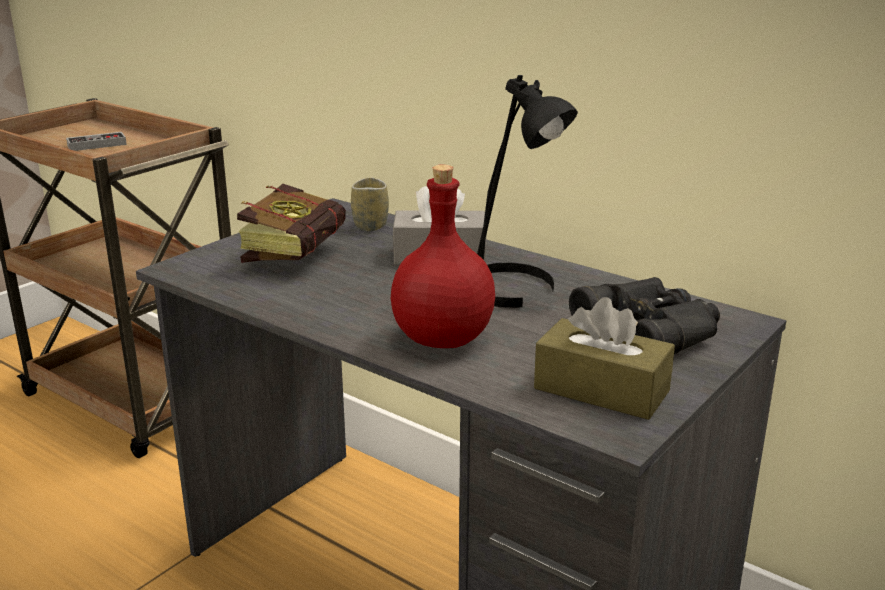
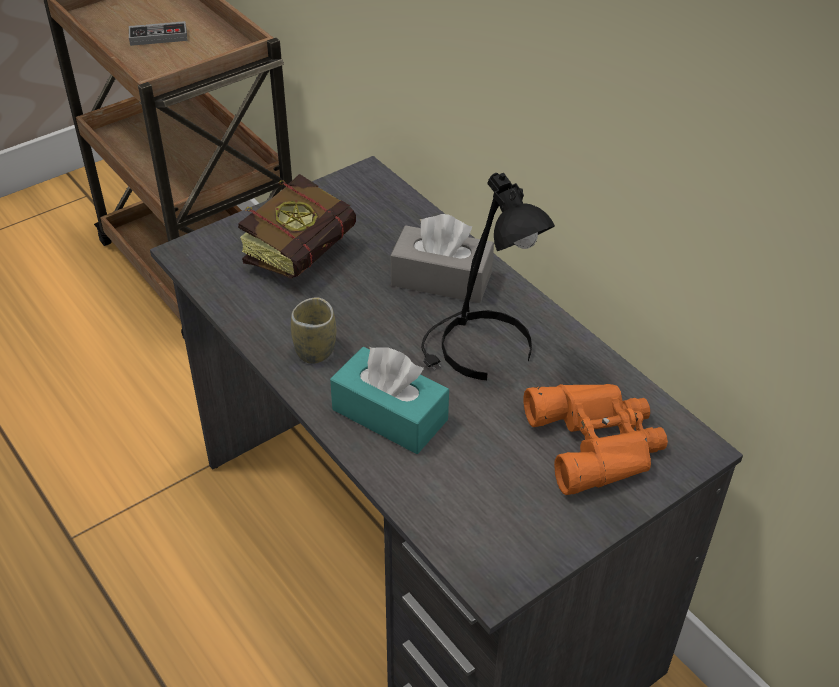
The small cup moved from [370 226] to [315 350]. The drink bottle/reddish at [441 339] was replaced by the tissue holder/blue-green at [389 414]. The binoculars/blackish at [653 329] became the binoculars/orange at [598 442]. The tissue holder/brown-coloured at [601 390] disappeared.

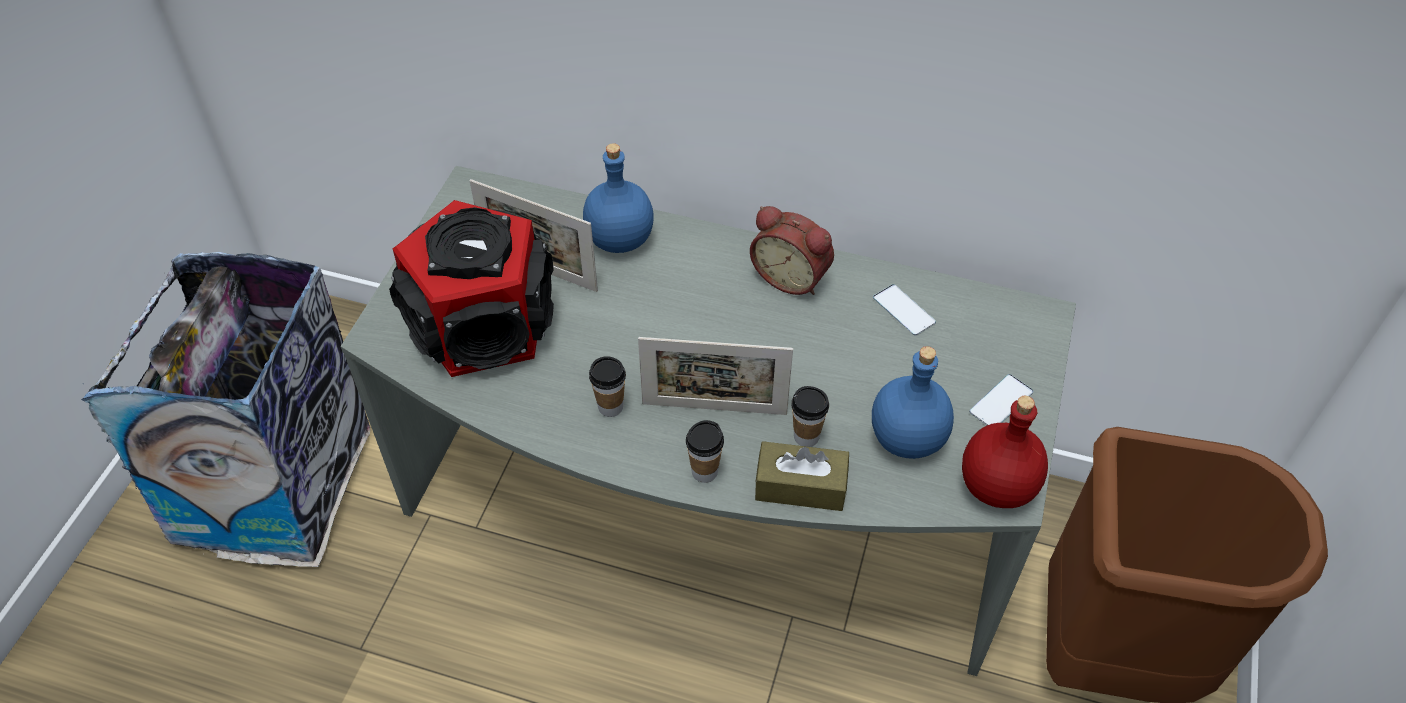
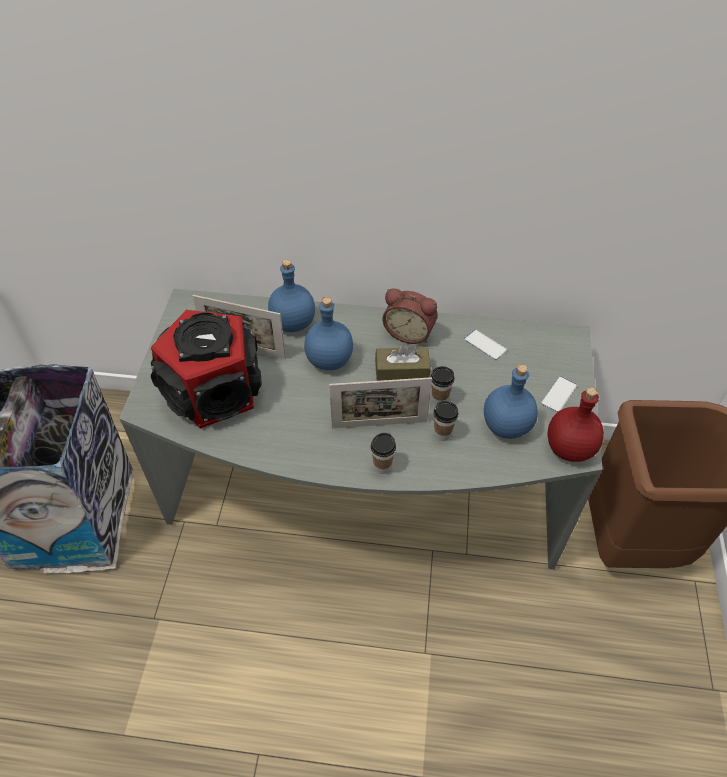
The drink bottle/bluish at [330 360] appeared. The tissue holder/brown-coloured moved from [800 486] to [402 373]. The small cup moved from [610 407] to [439 399].

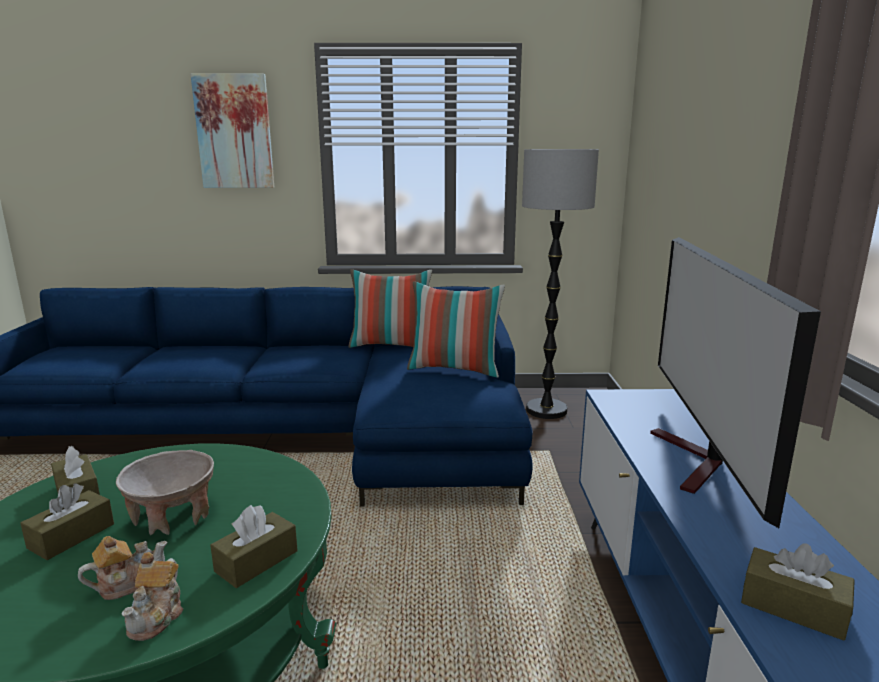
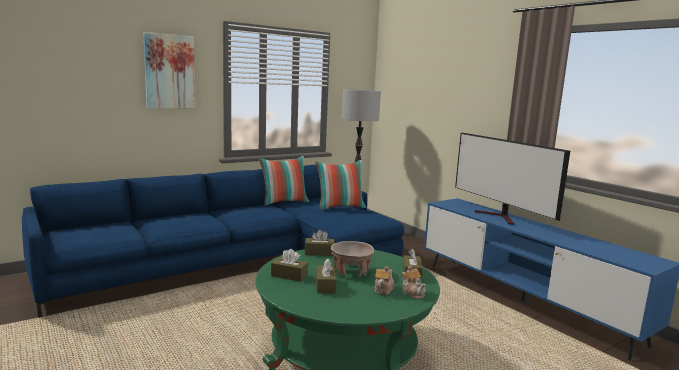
The tissue holder/brown-coloured moved from [793 607] to [319 252].

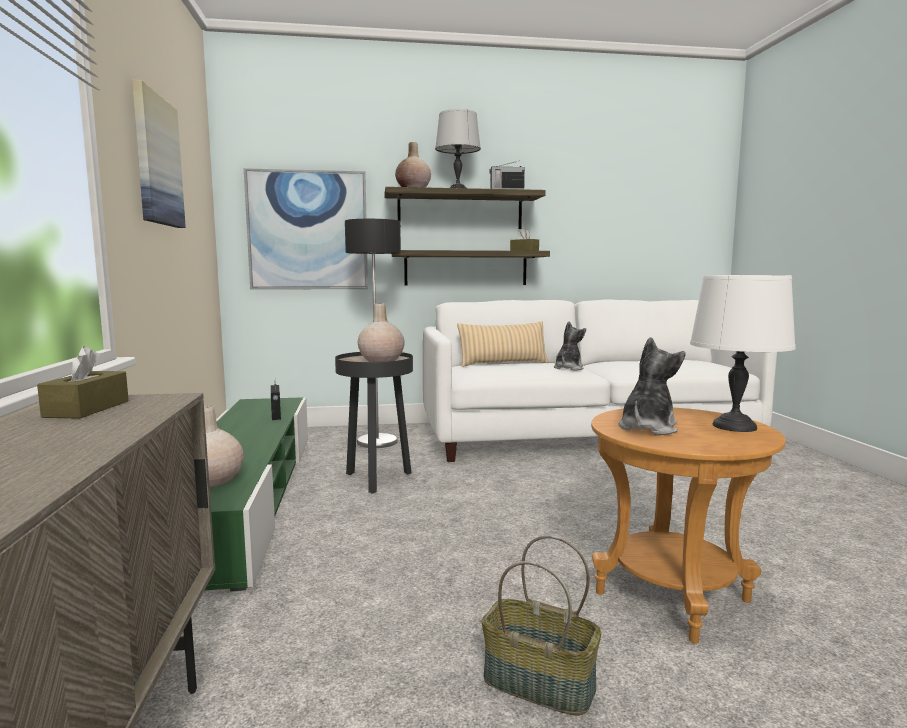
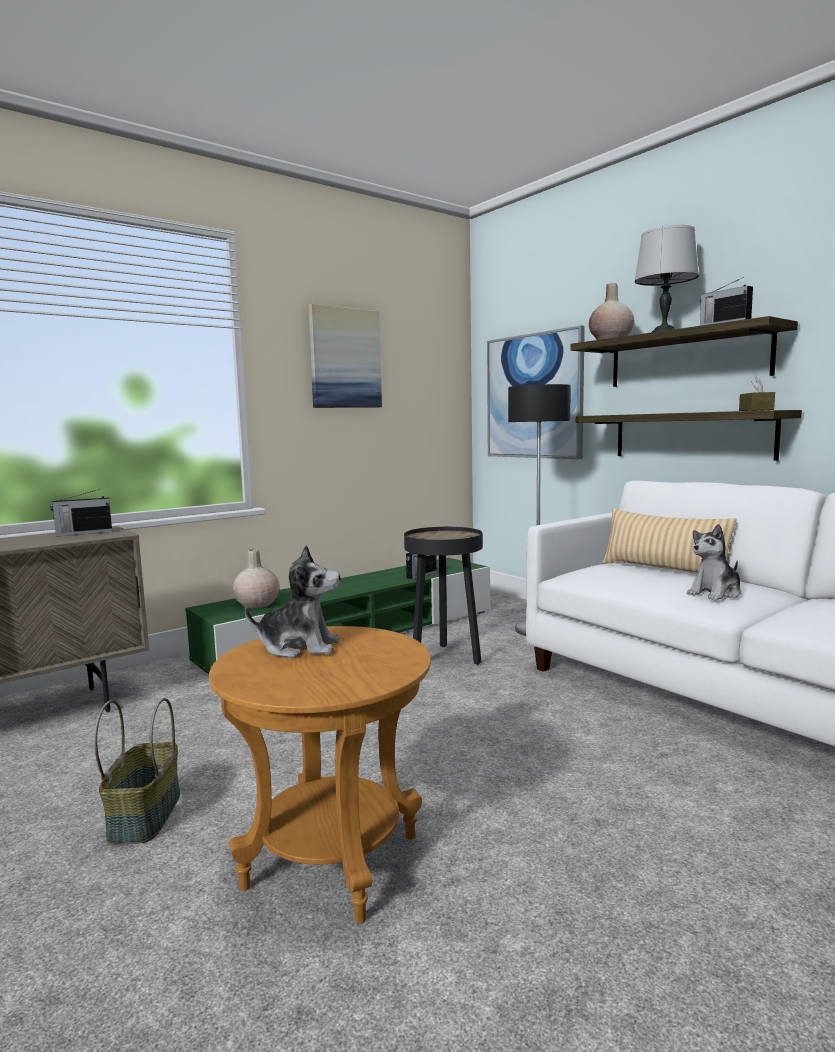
The tissue holder/brown-coloured at [87 409] was replaced by the radio receiver at [83 533]. The soft toy at [568 368] turned 150 degrees clockwise. The decorative vase/sand-coloured at [381 360] disappeared. The table lamp/white at [733 426] disappeared.

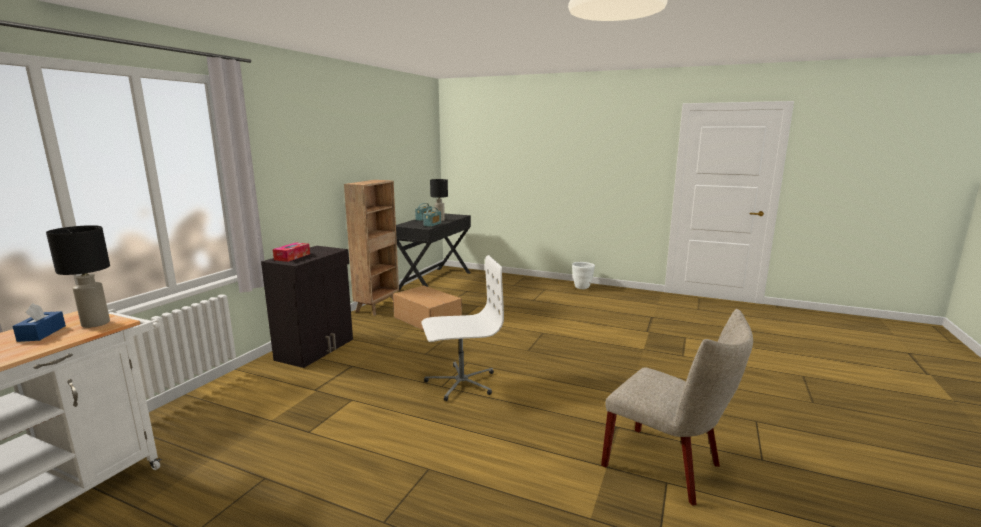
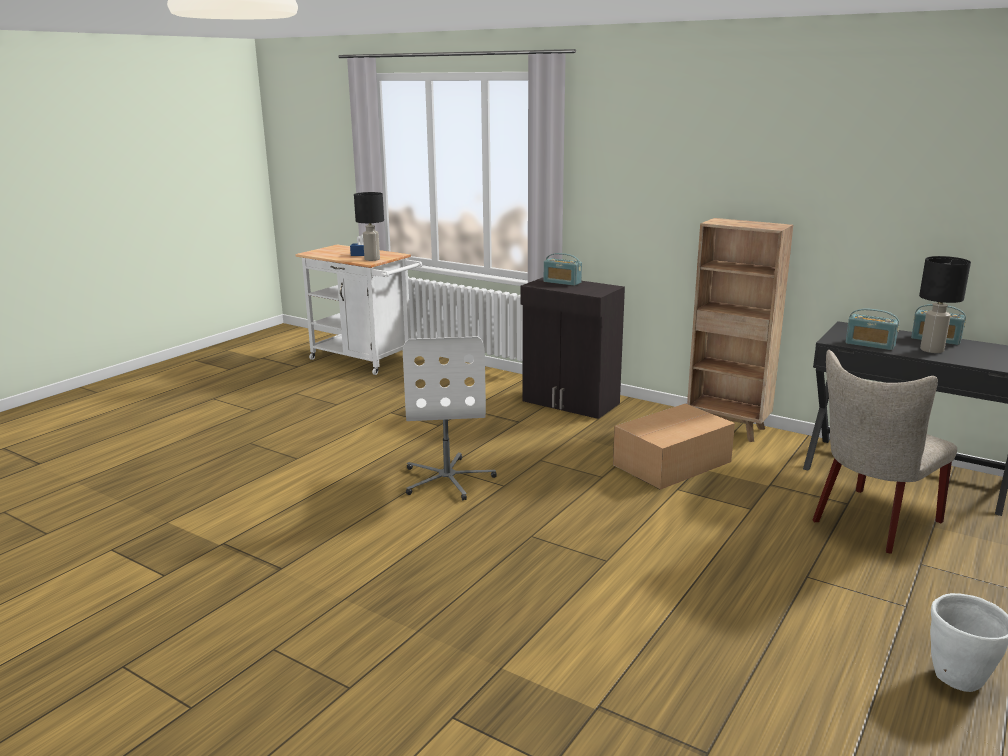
The tissue holder at [292 257] was replaced by the radio receiver at [562 282]. The chair/sand-coloured moved from [669 467] to [871 523].

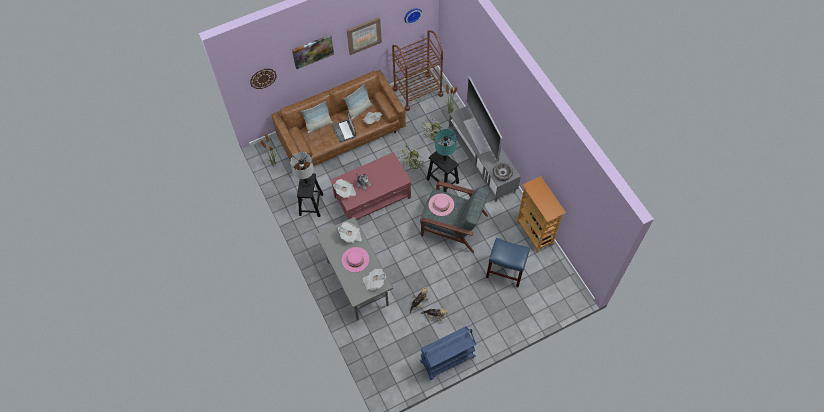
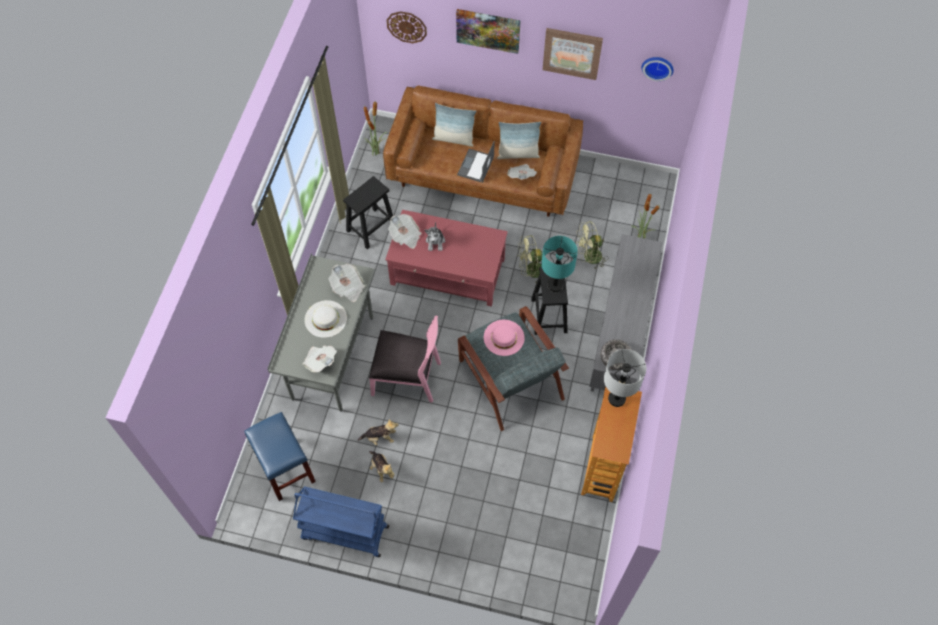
The sitting stool/bluish moved from [505 271] to [285 469]. The wearable hat/pink at [355 259] became the wearable hat/white at [325 319]. The chair/pink at [407 377] appeared. The table lamp/gray moved from [306 183] to [616 398]. The trolley/brown-coloured at [417 92] disappeared. The TV set at [478 135] disappeared.

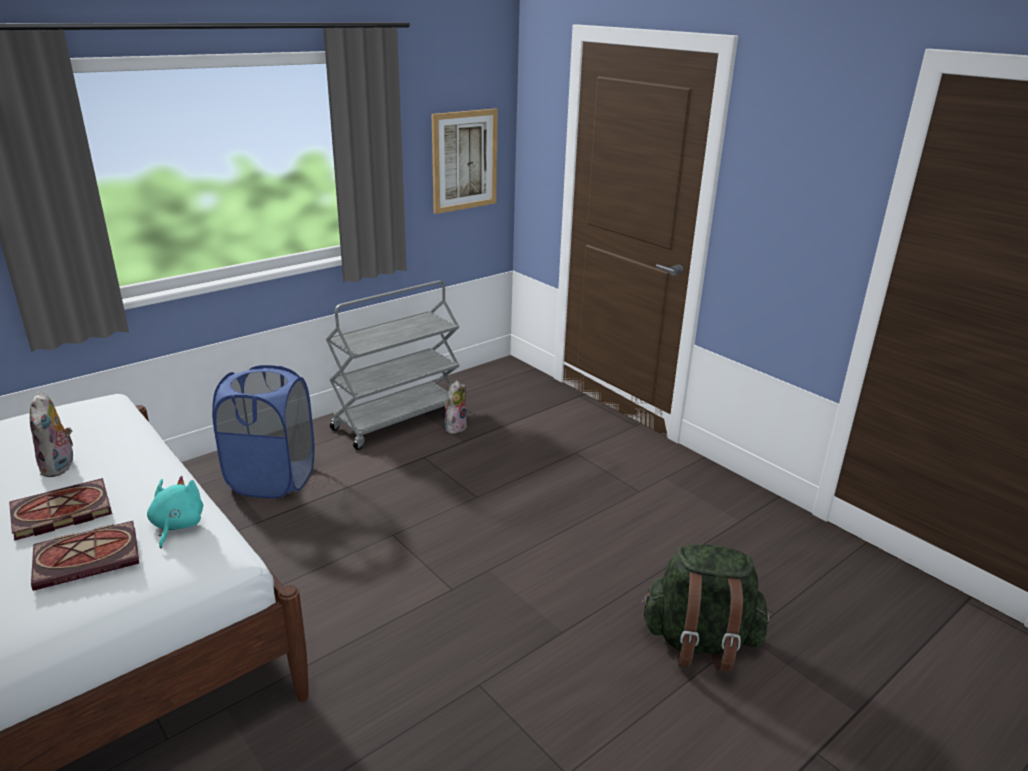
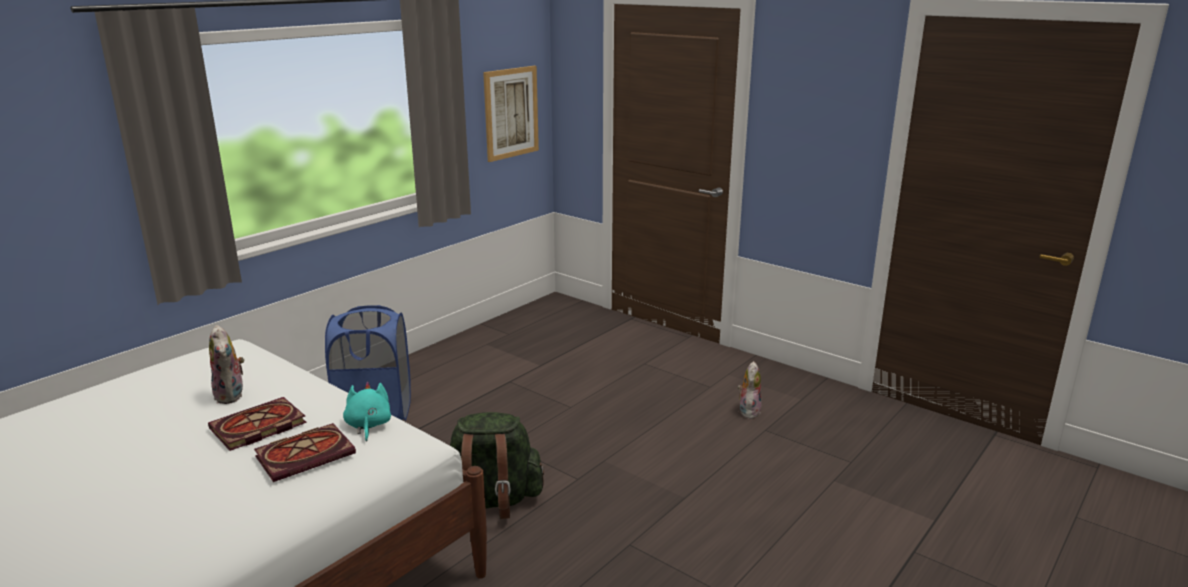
The rucksack/green-coloured moved from [700 642] to [492 501]. The soft toy moved from [455 427] to [748 411]. The trolley/gray at [397 420] disappeared.

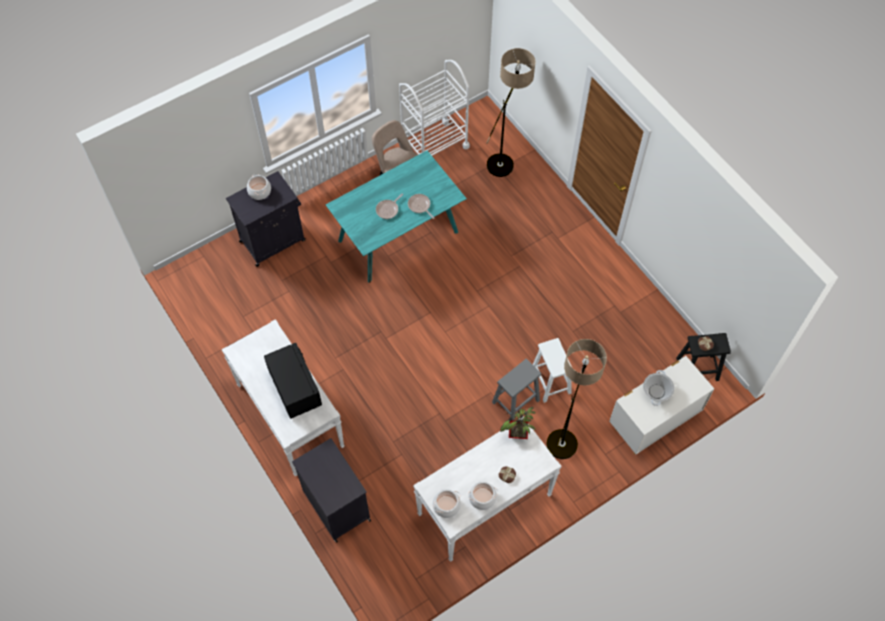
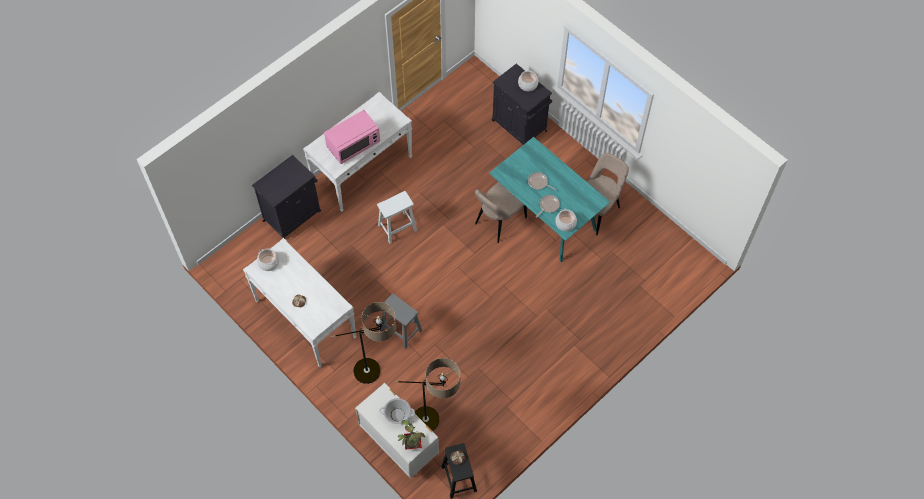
The kitchen microwave/blackish at [294 388] became the kitchen microwave/pink at [353 145]. The sitting stool/white moved from [550 381] to [398 227]. The standing lamp moved from [505 158] to [436 424]. The houseplant moved from [517 434] to [412 443]. The chair/sand-coloured at [498 222] appeared. The saucepot moved from [482 498] to [565 223]. The trolley/white at [434 145] disappeared.

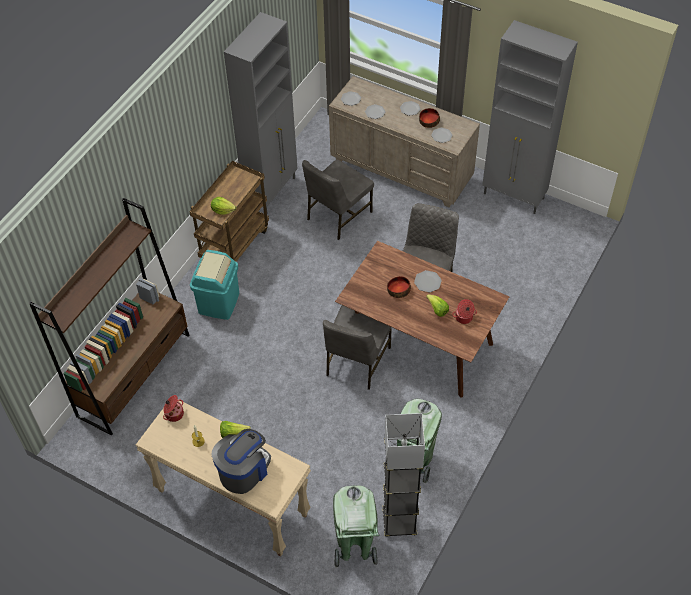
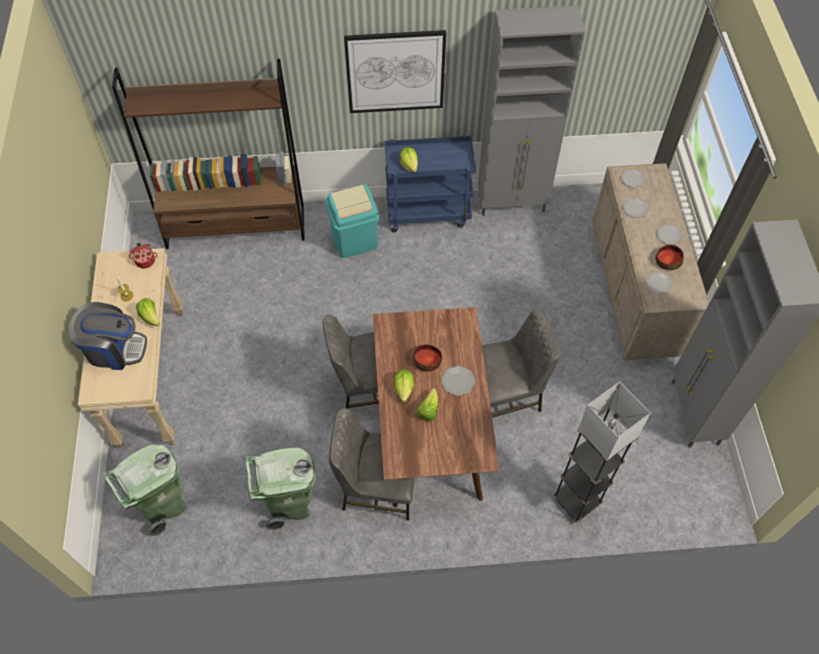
The chair/gray moved from [338 215] to [377 486]. The wall art at [395 72] appeared. The trolley/brown-coloured at [234 244] became the trolley/bluish at [428 212]. The lettuce head at [404 388] appeared. The standing lamp/gray moved from [399 522] to [576 500]. The saucepot at [464 318] disappeared.

